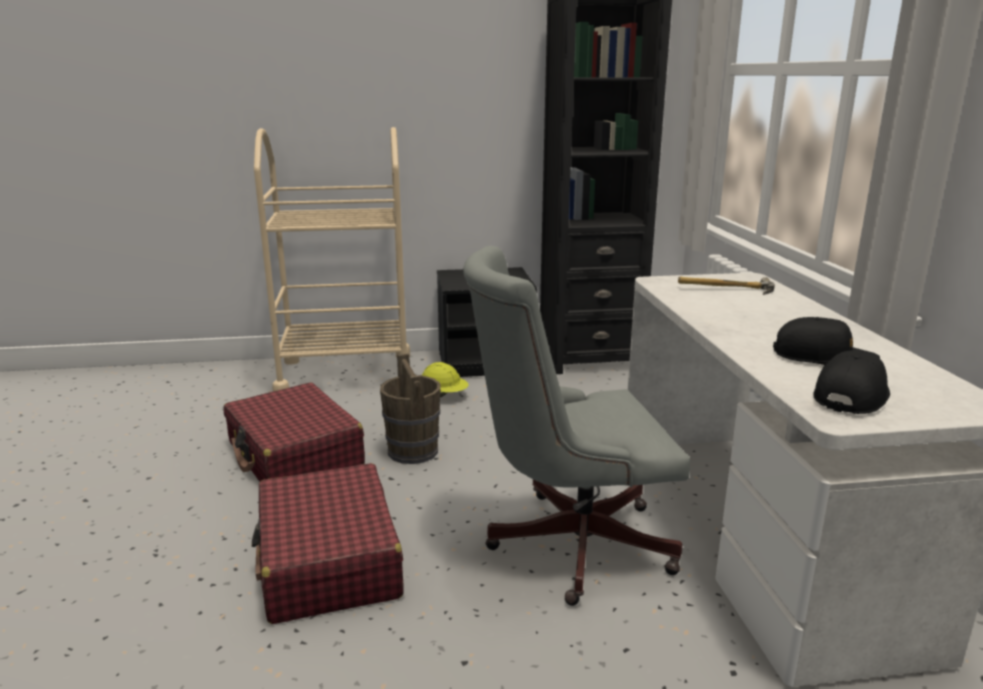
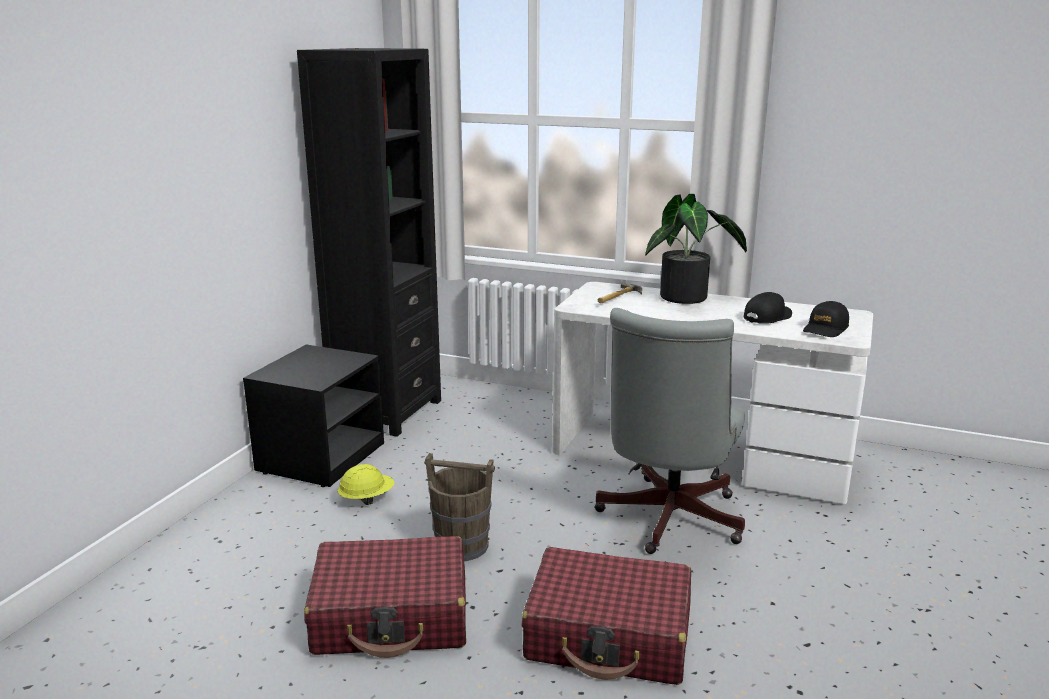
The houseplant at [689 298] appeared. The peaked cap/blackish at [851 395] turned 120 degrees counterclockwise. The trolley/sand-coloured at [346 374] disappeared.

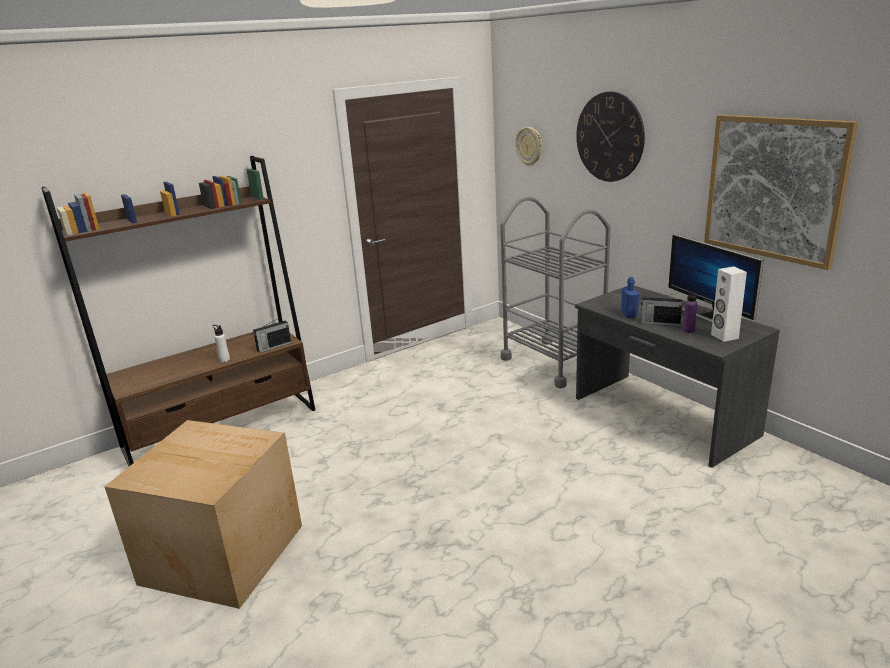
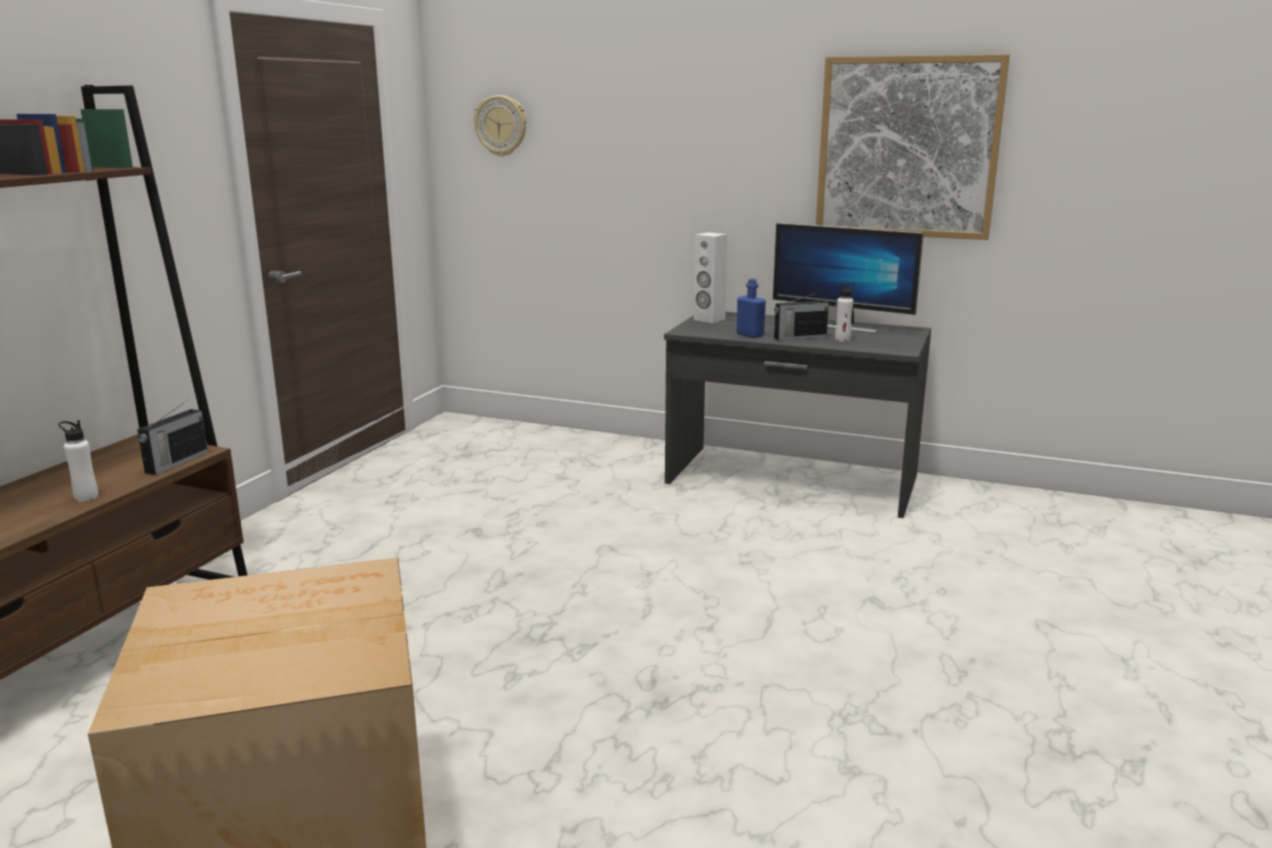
The speaker/white moved from [724 336] to [709 319]. The drink bottle/purplish at [688 330] became the drink bottle/white at [842 339]. The trolley/gray at [553 363] disappeared. The hanging clock at [609 137] disappeared.

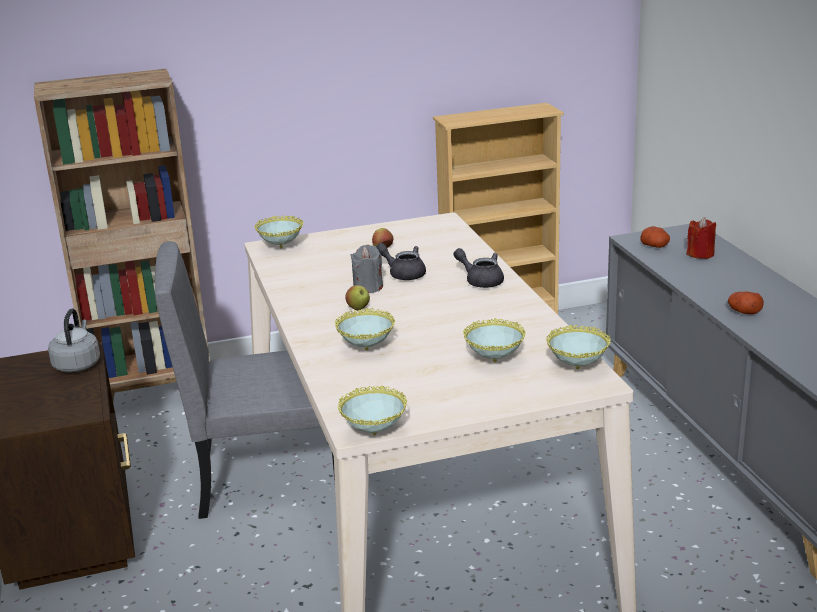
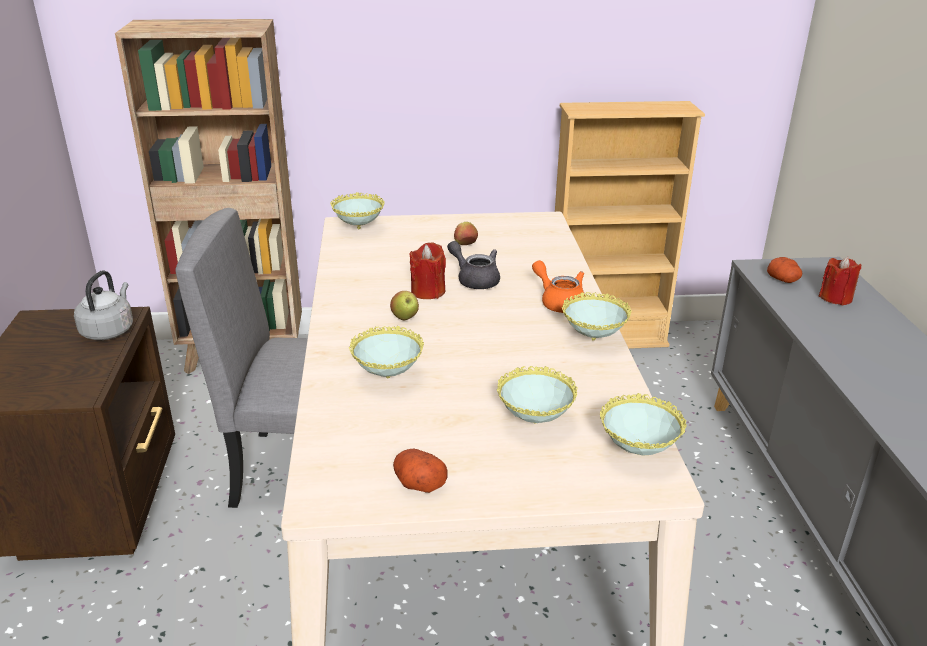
The spud moved from [744 312] to [418 483]. The wax candle/gray at [368 287] became the wax candle/reddish at [428 291]. The tea pot/gray at [481 280] became the tea pot/orange at [559 302]. The deep dish moved from [374 435] to [593 340].

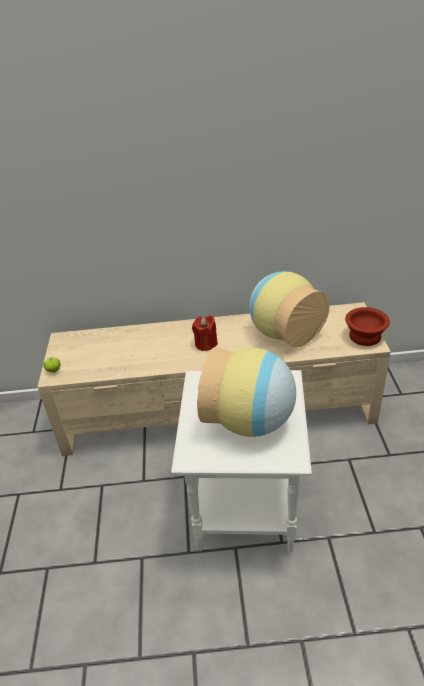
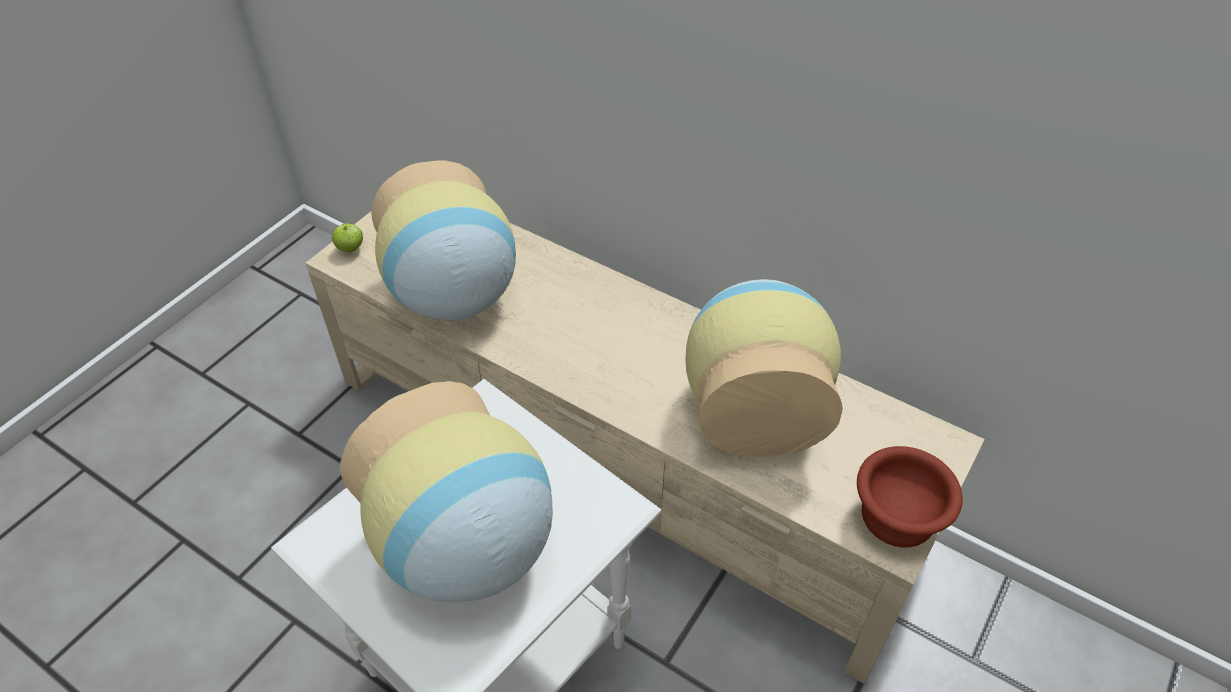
The decorative vase at [454 297] appeared. The wax candle/reddish at [206 344] disappeared.

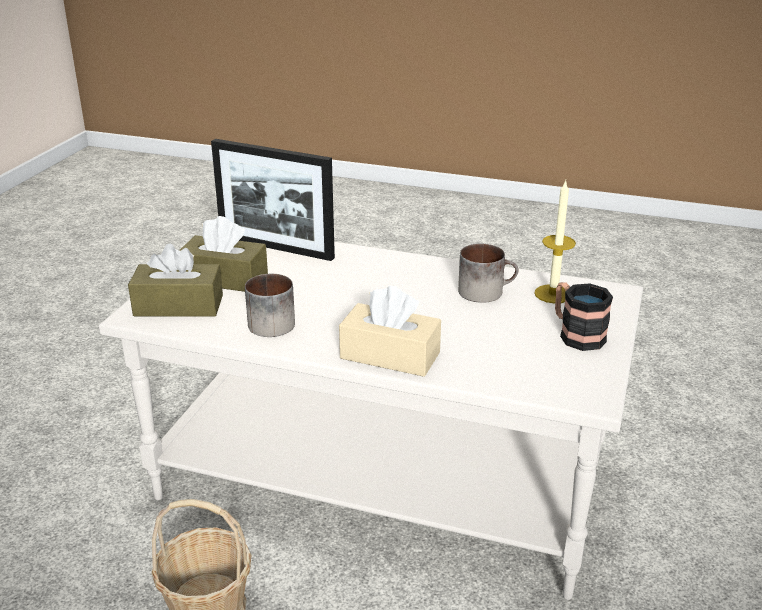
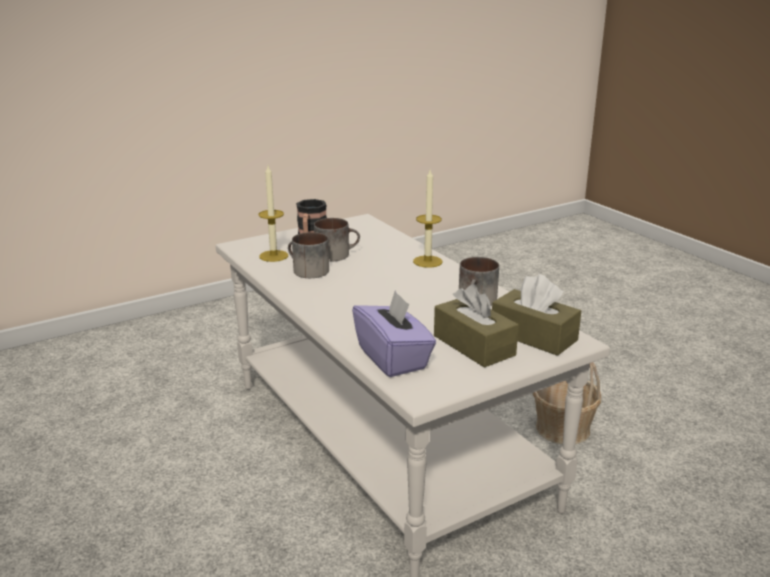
The mug at [336 254] appeared. The standing frame at [276 247] was replaced by the tissue holder/purplish at [393 358]. The tissue holder/sand-coloured at [390 355] was replaced by the wax candle at [427 261].

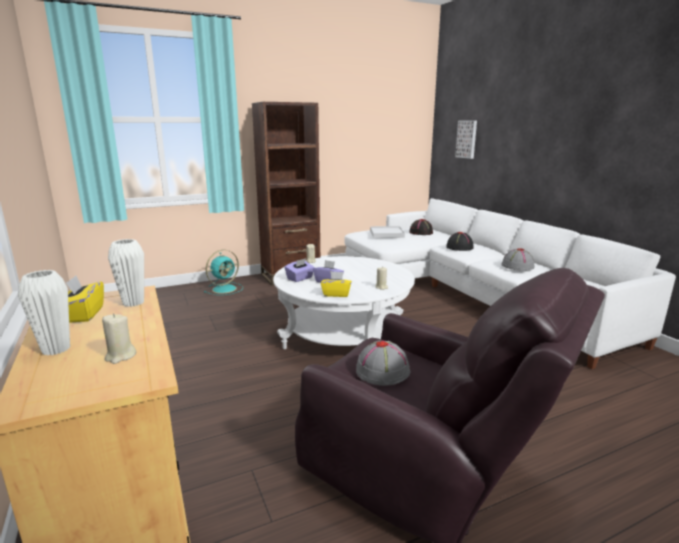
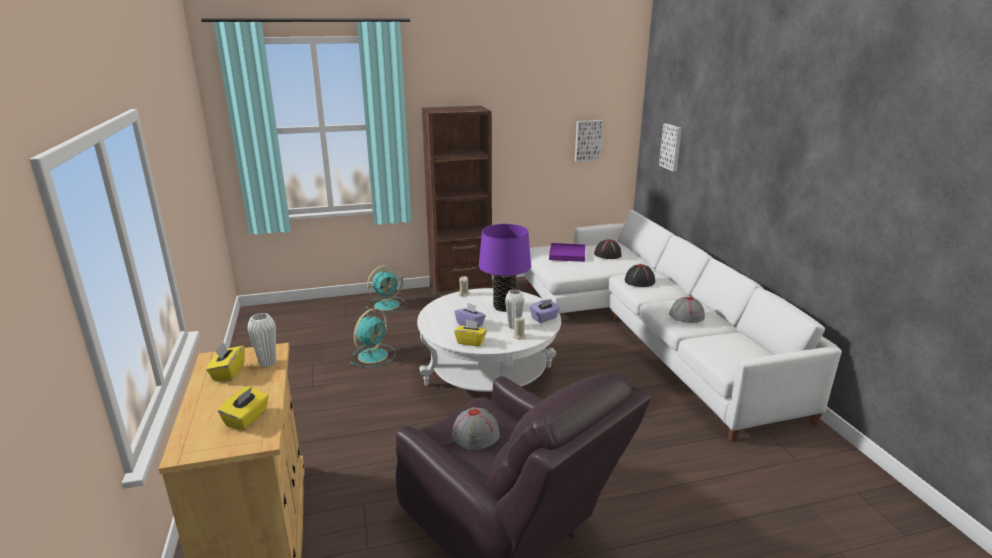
The wax candle/sand-coloured at [120 356] was replaced by the tissue holder/yellow at [247 419]. The fan/blue-green at [373 355] appeared. The table lamp/purplish at [504 307] appeared. The decorative vase/white moved from [56 349] to [514 326]. The tissue holder/purplish moved from [300 278] to [544 318]. The serving tray/white at [386 234] became the serving tray/purplish at [567 254]. The wall art at [587 140] appeared.

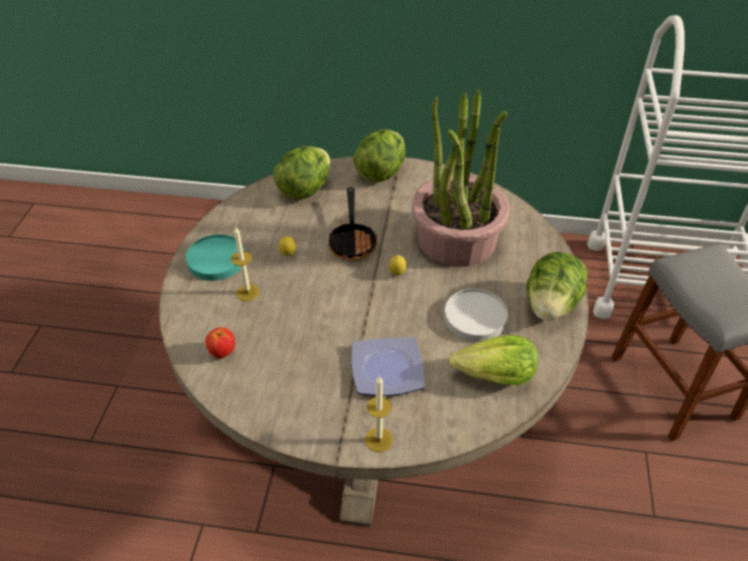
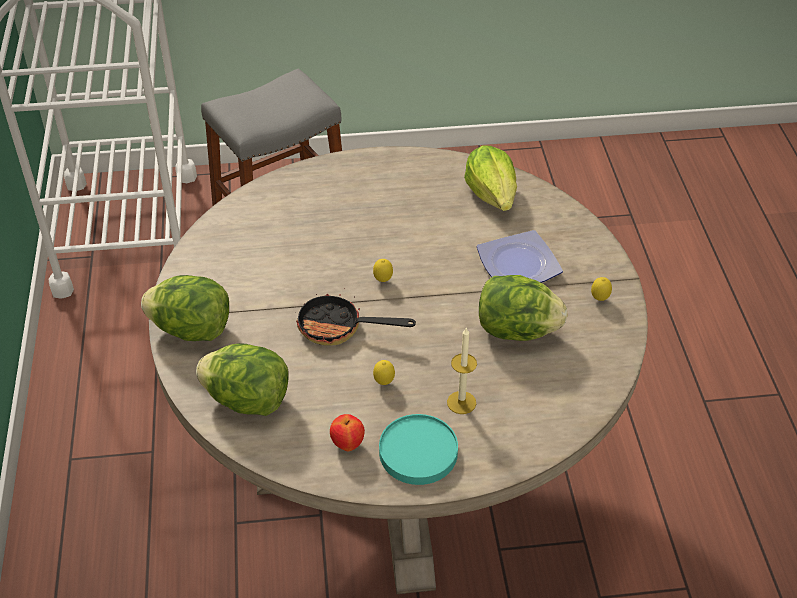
The pan at [353 241] turned 150 degrees counterclockwise. The apple fruit moved from [223 353] to [347 444]. The lettuce head moved from [551 305] to [516 330]. The whole lemon at [599 299] appeared. The wax candle at [378 439] disappeared. The houseplant at [456 240] disappeared. The flat dish/white at [475 318] disappeared.

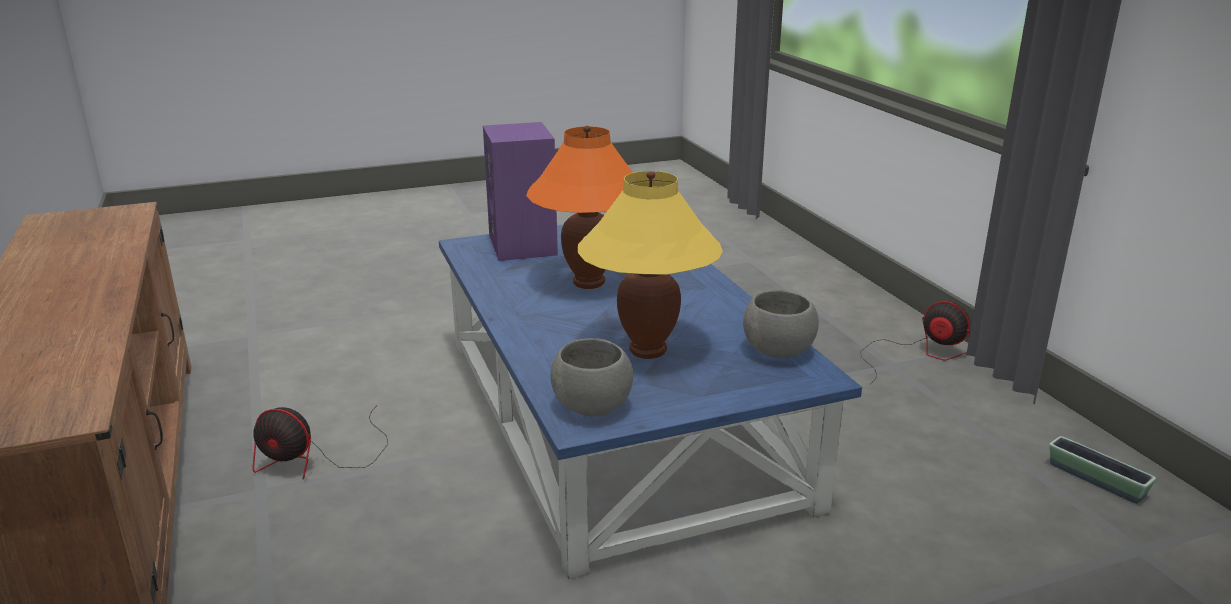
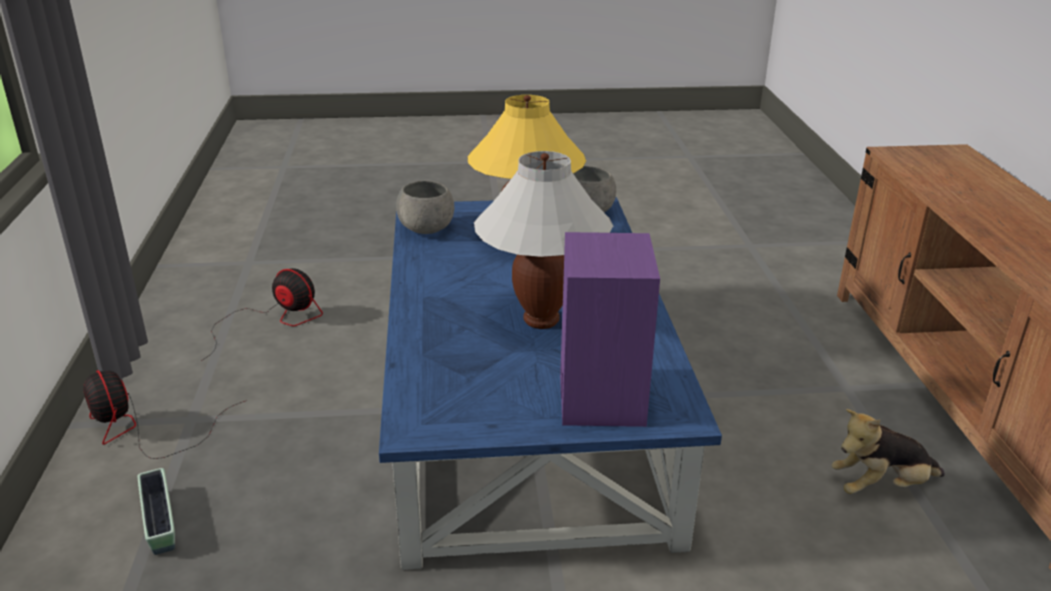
The plant pot moved from [1096 480] to [160 521]. The fan moved from [317 458] to [273 321]. The table lamp/orange at [589 283] became the table lamp/white at [540 320]. The soft toy at [881 487] appeared.

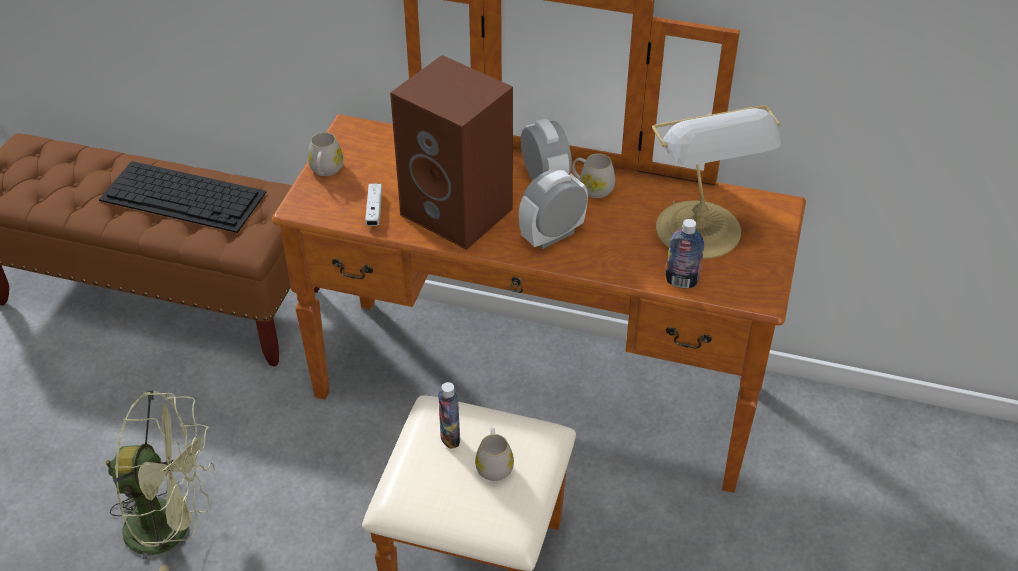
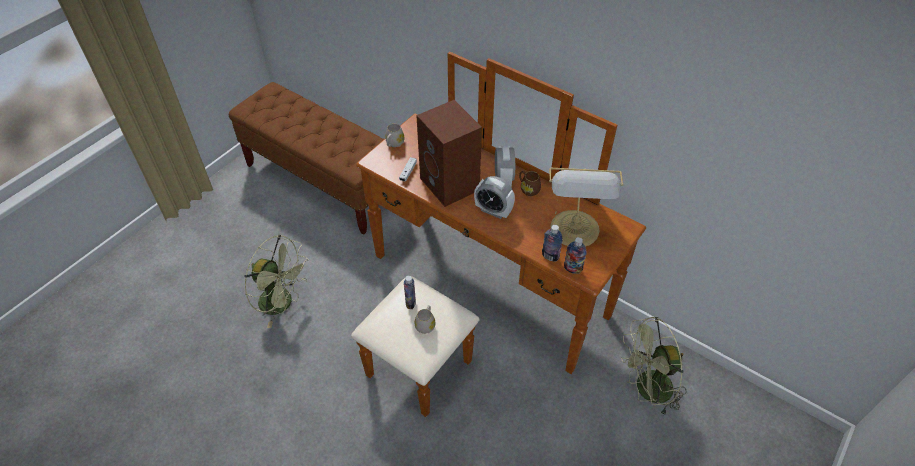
The table clock at [552 235] turned 135 degrees counterclockwise. The mug/white at [592 188] became the mug/brown-coloured at [528 189]. The drink bottle at [572 269] appeared. The fan/green-coloured at [646 390] appeared. The PC keyboard at [184 196] disappeared.

